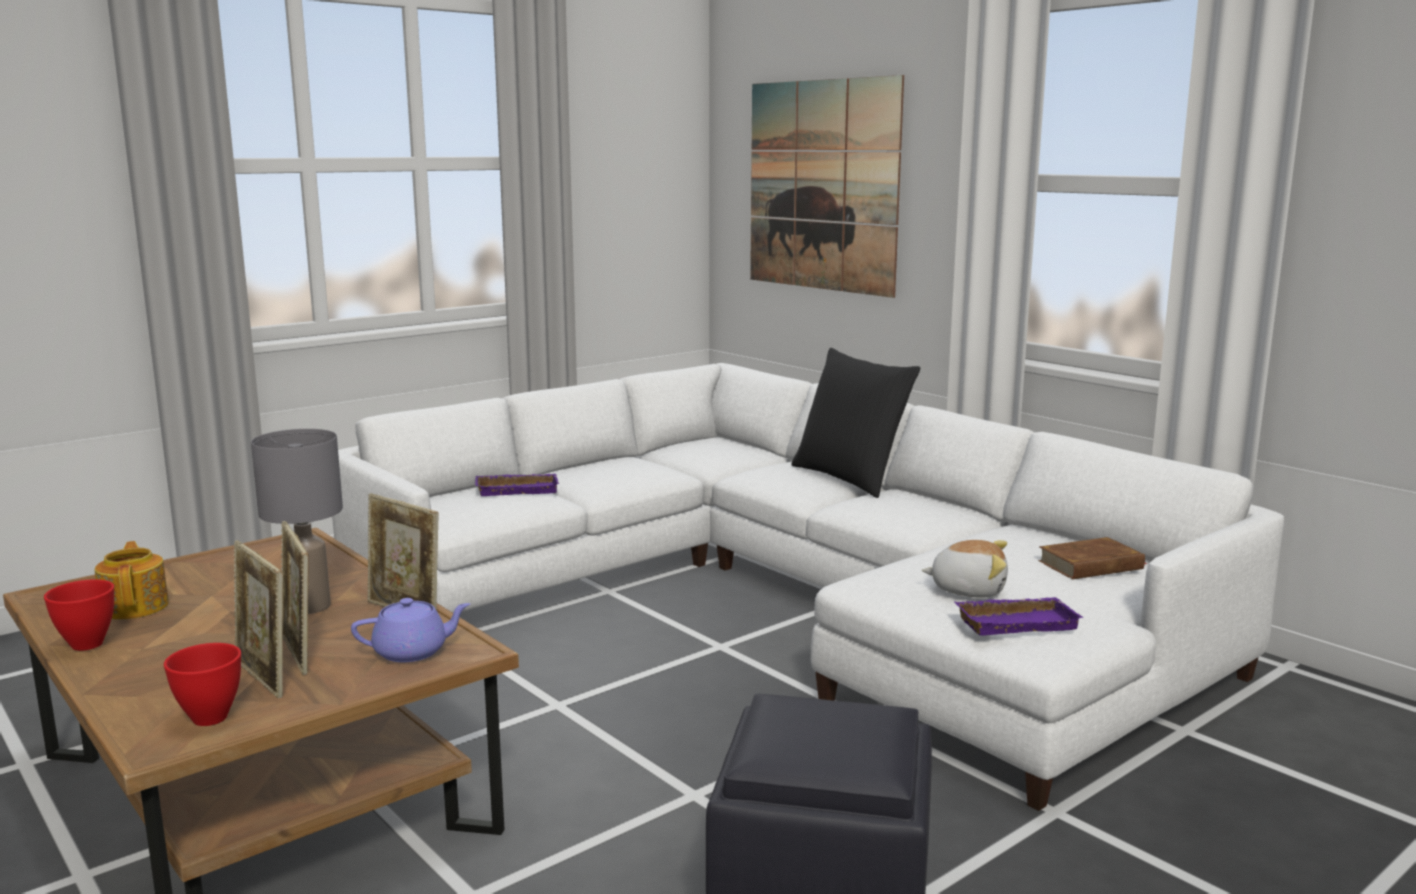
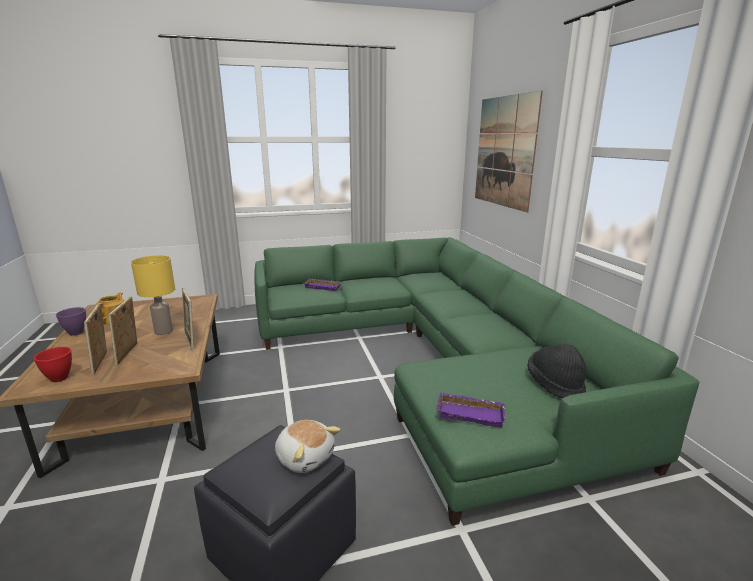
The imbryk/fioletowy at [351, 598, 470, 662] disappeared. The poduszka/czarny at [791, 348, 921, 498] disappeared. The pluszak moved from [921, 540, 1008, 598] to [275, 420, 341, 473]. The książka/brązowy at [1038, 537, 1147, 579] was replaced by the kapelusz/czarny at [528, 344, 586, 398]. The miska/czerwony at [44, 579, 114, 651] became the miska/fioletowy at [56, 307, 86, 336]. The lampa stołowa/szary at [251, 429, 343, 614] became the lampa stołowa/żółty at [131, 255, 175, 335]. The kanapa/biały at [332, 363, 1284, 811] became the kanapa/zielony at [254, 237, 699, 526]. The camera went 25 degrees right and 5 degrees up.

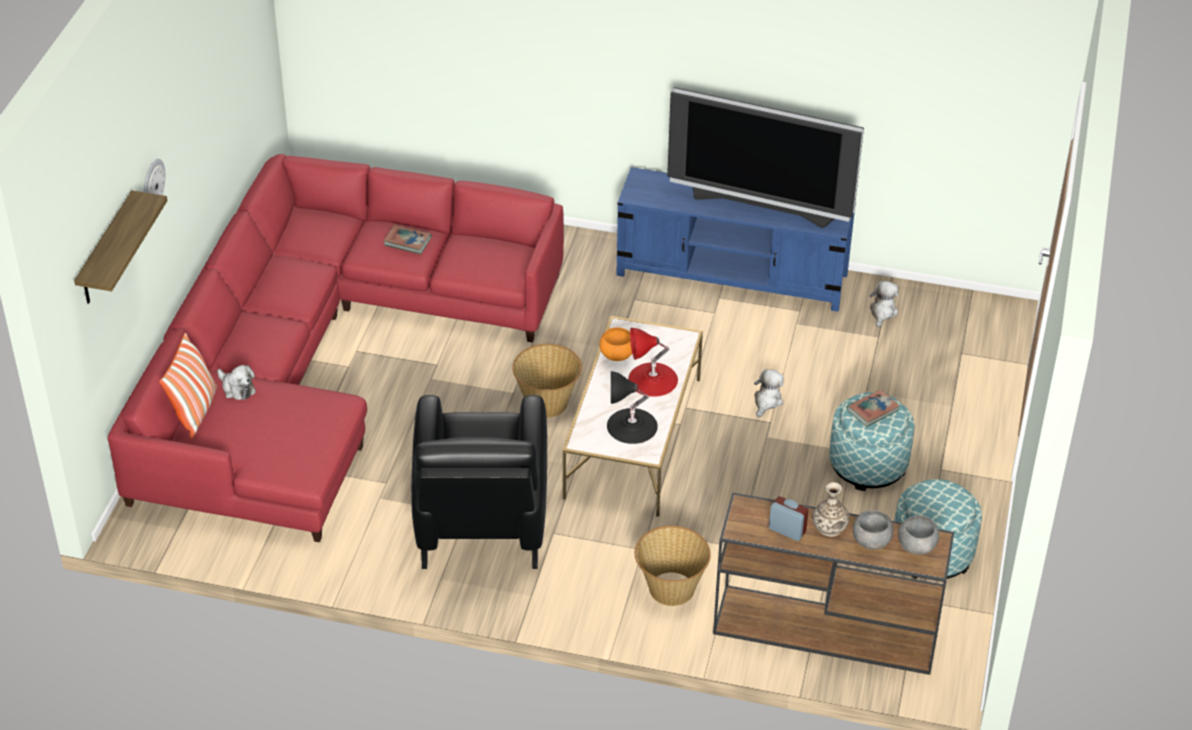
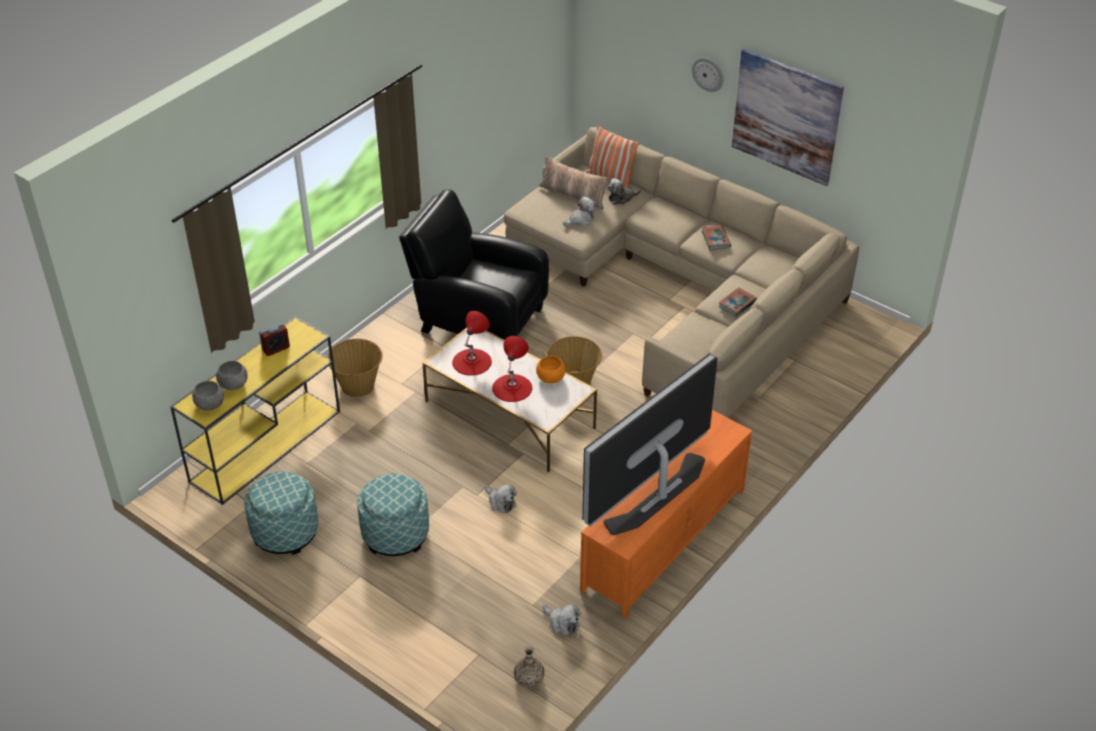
The półka at [74, 190, 168, 304] disappeared. The poduszka at [539, 156, 609, 210] appeared. The pluszak at [563, 196, 595, 227] appeared. The obraz at [732, 49, 844, 186] appeared. The wazon moved from [812, 482, 849, 537] to [514, 645, 545, 688]. The książka moved from [847, 389, 900, 427] to [701, 225, 731, 250]. The kanapa/czerwony at [108, 154, 564, 542] became the kanapa/beżowy at [504, 127, 859, 418]. The lampa stołowa/czarny at [607, 371, 658, 444] became the lampa stołowa/czerwony at [452, 311, 492, 376]. The szafka pod telewizor/niebieski at [616, 167, 856, 312] became the szafka pod telewizor/pomarańczowy at [580, 410, 752, 619]. The stolik konsolowy/brązowy at [713, 492, 954, 675] became the stolik konsolowy/żółty at [170, 317, 340, 505]. The camera went 115 degrees right and 0 degrees up.

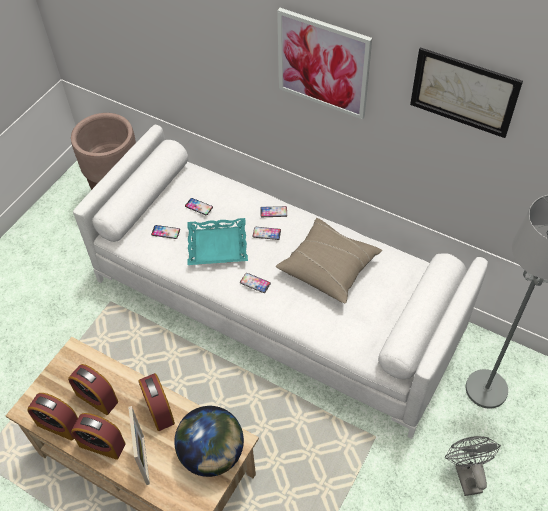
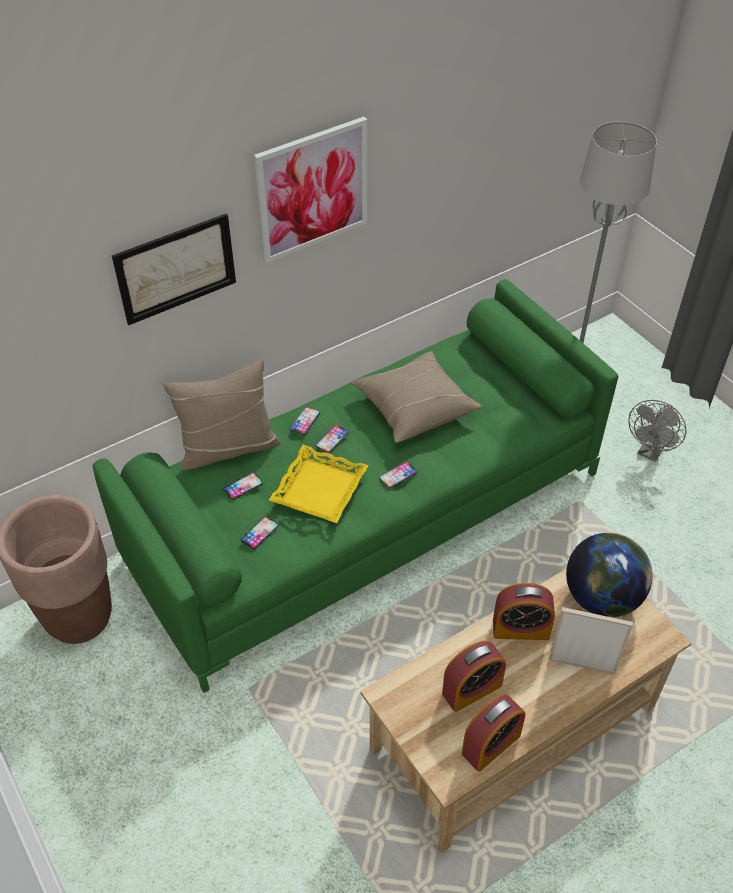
The budzik at [71, 413, 125, 460] disappeared. The poduszka/beżowy at [163, 360, 281, 471] appeared. The obraz moved from [410, 47, 523, 138] to [112, 213, 236, 325]. The kanapa/biały at [73, 125, 488, 439] became the kanapa/zielony at [93, 279, 618, 693]. The taca/turkusowy at [187, 218, 248, 265] became the taca/żółty at [269, 445, 369, 523]. The wentylator/szary at [445, 436, 501, 496] turned 75 degrees counterclockwise. The camera went 65 degrees left and 5 degrees down.

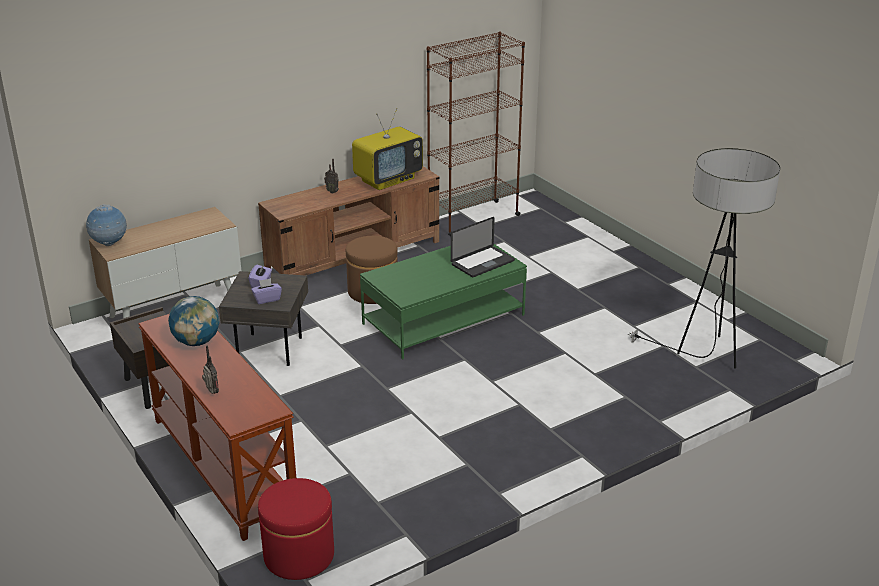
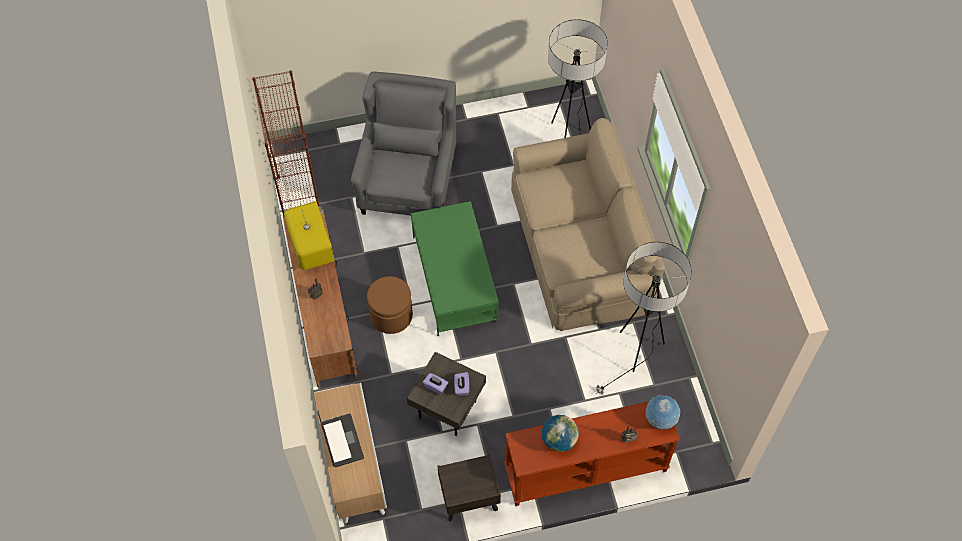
The pufa/czerwony at [258, 478, 334, 580] disappeared. The fotel/szary at [351, 71, 456, 216] appeared. The kanapa/beżowy at [511, 118, 665, 331] appeared. The lampa stojąca at [595, 242, 692, 395] appeared. The globus moved from [86, 204, 127, 246] to [645, 395, 680, 430]. The laptop moved from [451, 217, 515, 277] to [318, 411, 364, 467]. The camera went 70 degrees left and 30 degrees up.

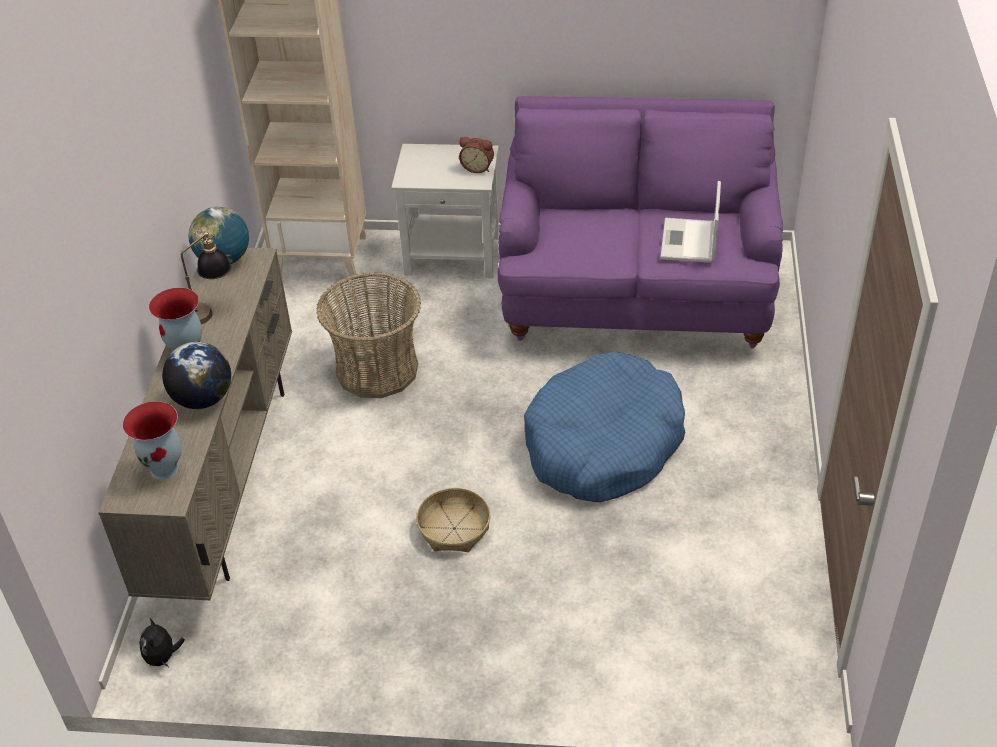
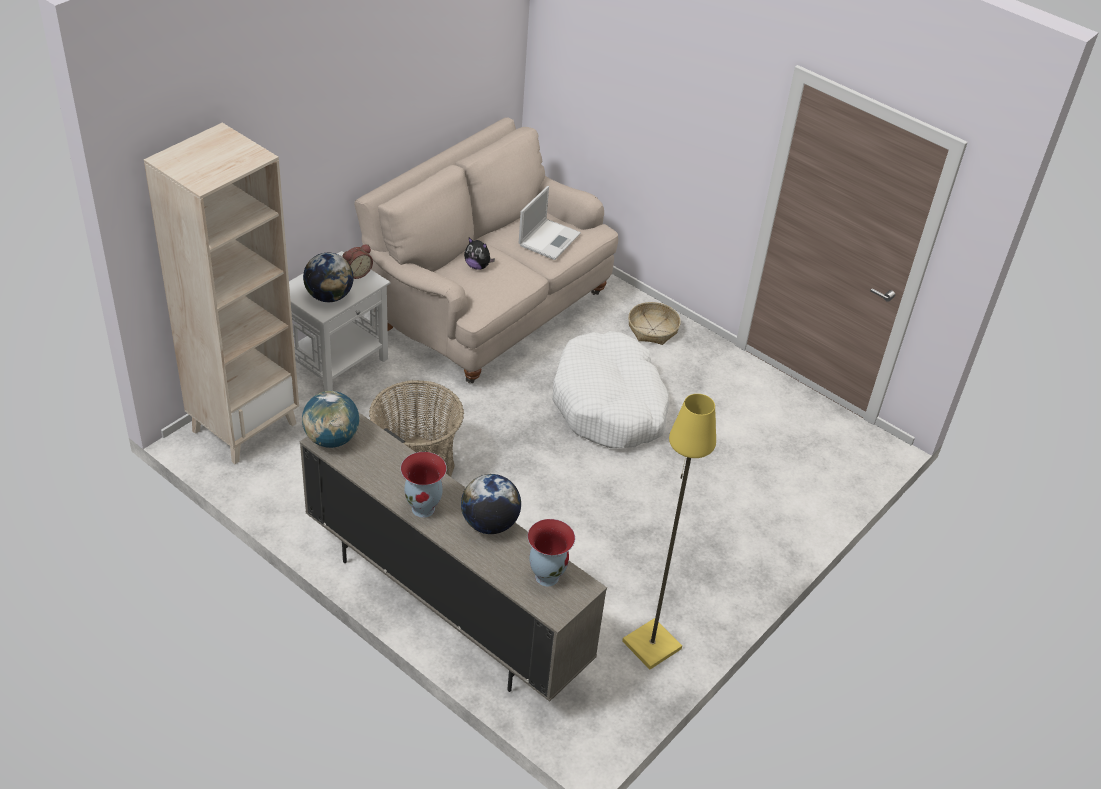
The lampa stołowa at [181, 231, 231, 325] disappeared. The globus at [303, 253, 354, 302] appeared. The lampa stojąca/żółty at [622, 394, 716, 669] appeared. The pluszak moved from [139, 618, 185, 667] to [464, 238, 495, 270]. The koszyk moved from [416, 488, 490, 552] to [628, 302, 681, 345]. The kanapa/fioletowy at [498, 96, 783, 348] became the kanapa/beżowy at [354, 118, 618, 383]. The legowisko/niebieski at [524, 352, 685, 503] became the legowisko/biały at [552, 331, 669, 448]. The laptop at [661, 181, 721, 263] turned 105 degrees counterclockwise. The camera went 60 degrees left and 0 degrees up.

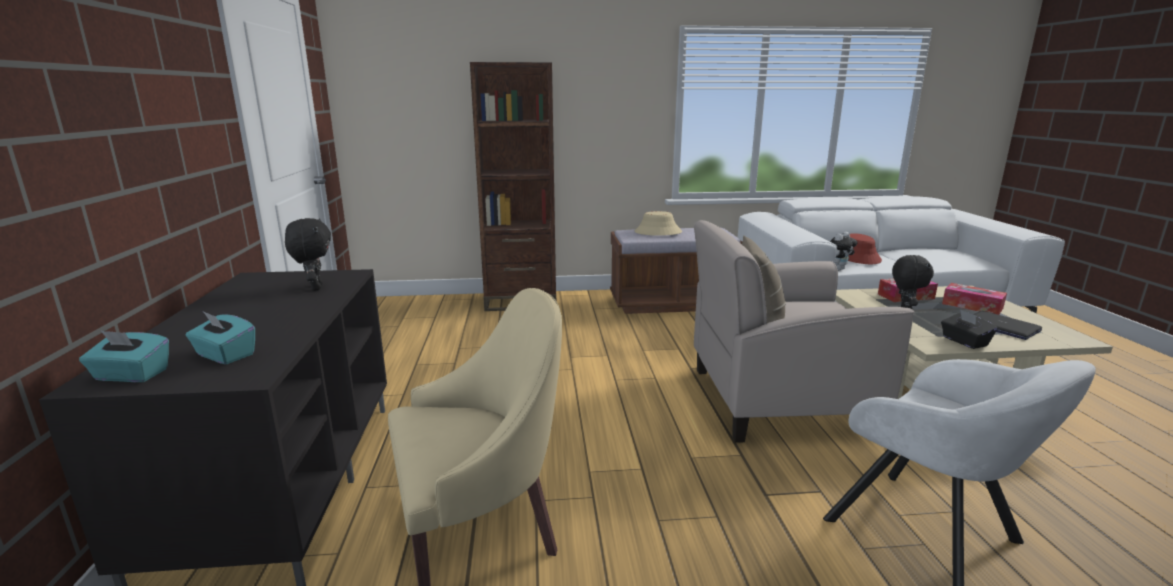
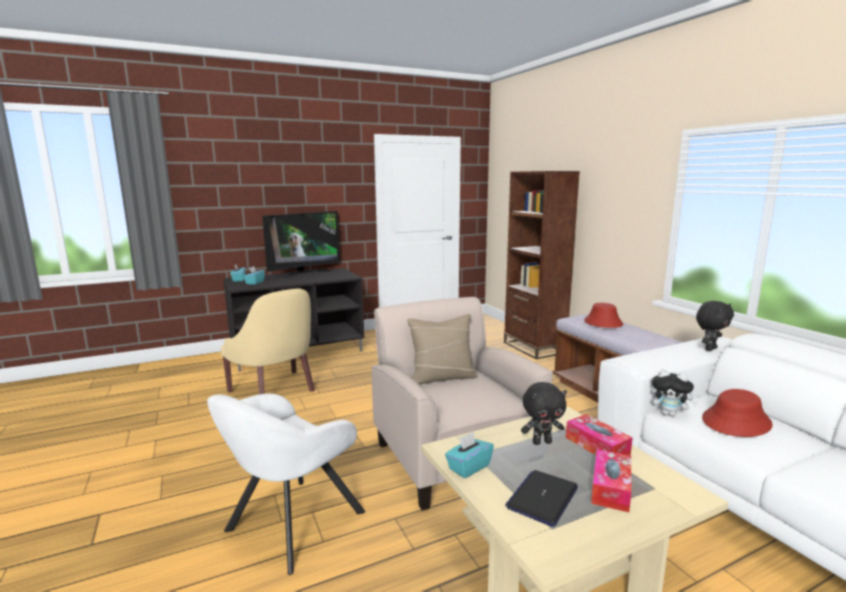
The telewizor at [262, 211, 340, 279] appeared. The pluszak/czarny moved from [285, 218, 331, 291] to [696, 301, 734, 351]. The kapelusz/beżowy at [634, 211, 682, 236] became the kapelusz/czerwony at [584, 303, 623, 328]. The pudełko chusteczek/czarny at [941, 309, 997, 349] became the pudełko chusteczek/turkusowy at [445, 432, 494, 478]. The camera went 70 degrees right and 5 degrees down.

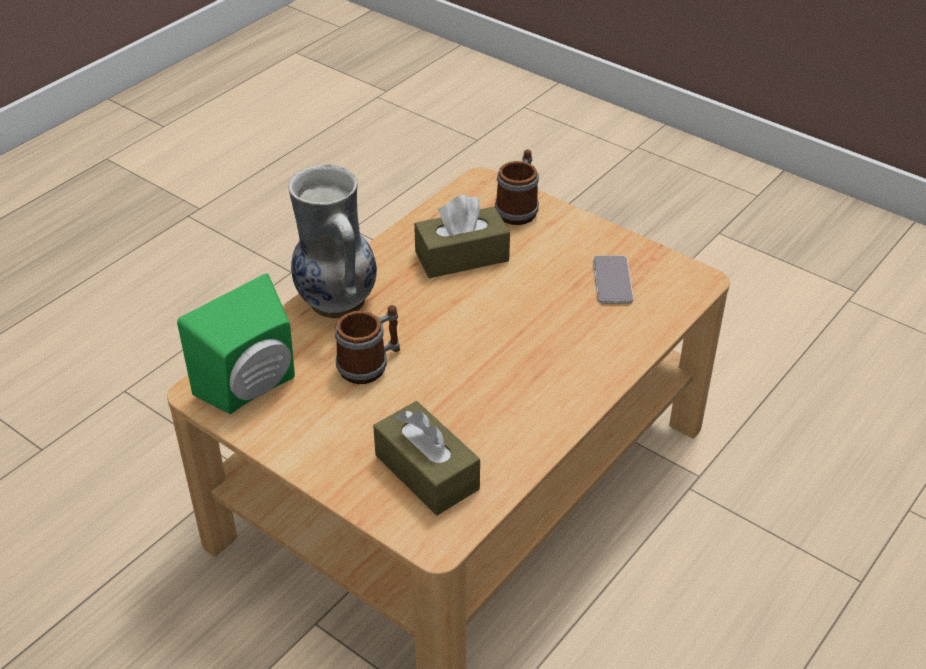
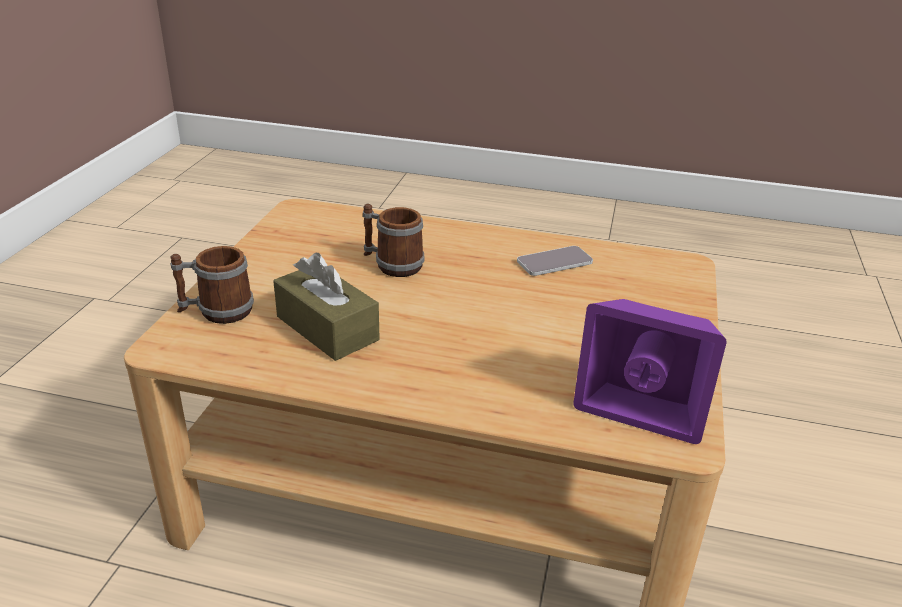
The wazon at [288, 165, 377, 318] disappeared. The pudełko chusteczek/brązowy at [373, 401, 480, 515] disappeared. The kubek moved from [335, 305, 400, 384] to [363, 204, 424, 277]. The telefon moved from [593, 255, 633, 303] to [517, 246, 593, 276]. The głośnik/zielony at [177, 273, 295, 414] became the głośnik/fioletowy at [573, 299, 727, 444]. The camera went 115 degrees left and 10 degrees down.

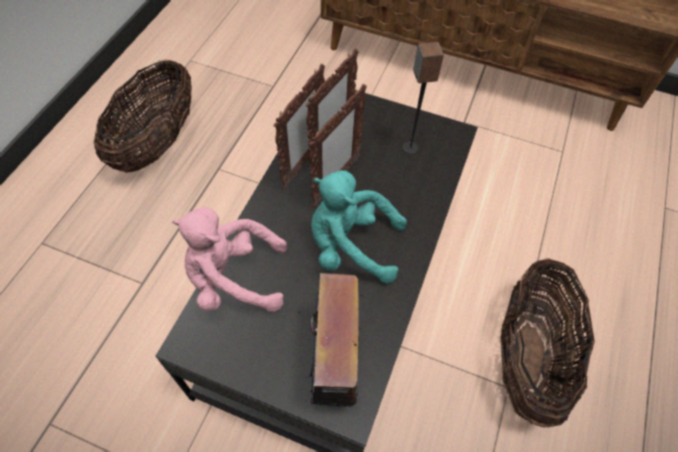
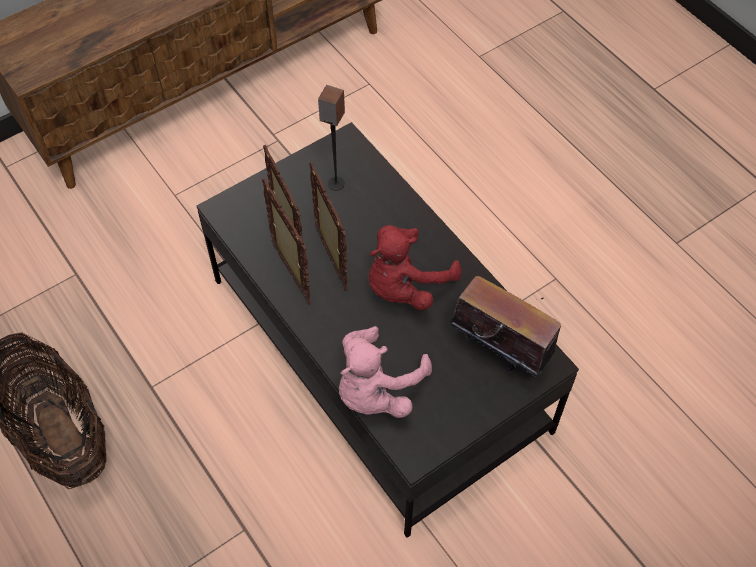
The koszyk at [500, 258, 595, 428] disappeared. The pluszak/turkusowy at [311, 170, 407, 283] became the pluszak/czerwony at [369, 225, 462, 310]. The camera went 55 degrees left and 0 degrees up.

